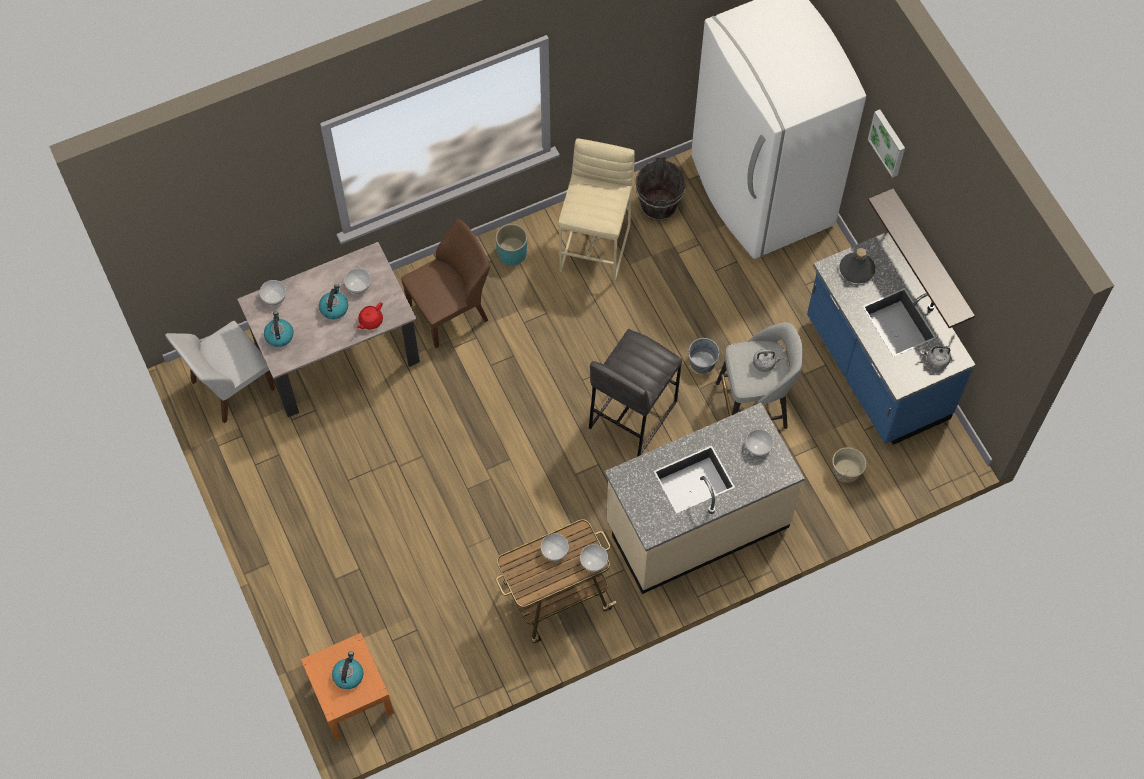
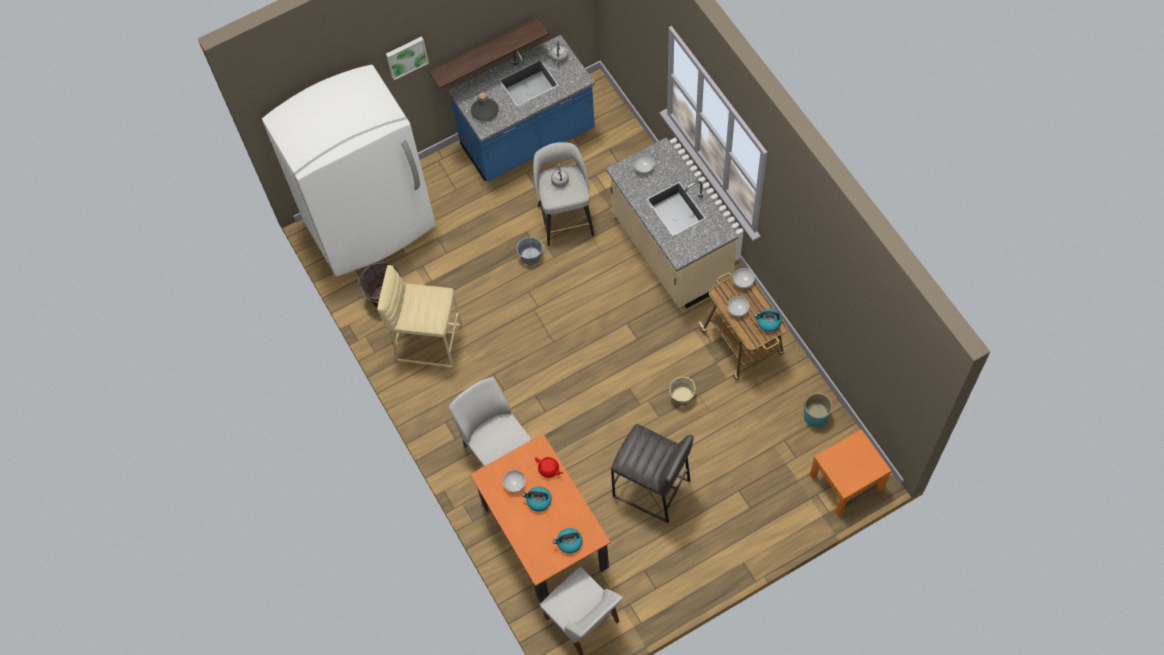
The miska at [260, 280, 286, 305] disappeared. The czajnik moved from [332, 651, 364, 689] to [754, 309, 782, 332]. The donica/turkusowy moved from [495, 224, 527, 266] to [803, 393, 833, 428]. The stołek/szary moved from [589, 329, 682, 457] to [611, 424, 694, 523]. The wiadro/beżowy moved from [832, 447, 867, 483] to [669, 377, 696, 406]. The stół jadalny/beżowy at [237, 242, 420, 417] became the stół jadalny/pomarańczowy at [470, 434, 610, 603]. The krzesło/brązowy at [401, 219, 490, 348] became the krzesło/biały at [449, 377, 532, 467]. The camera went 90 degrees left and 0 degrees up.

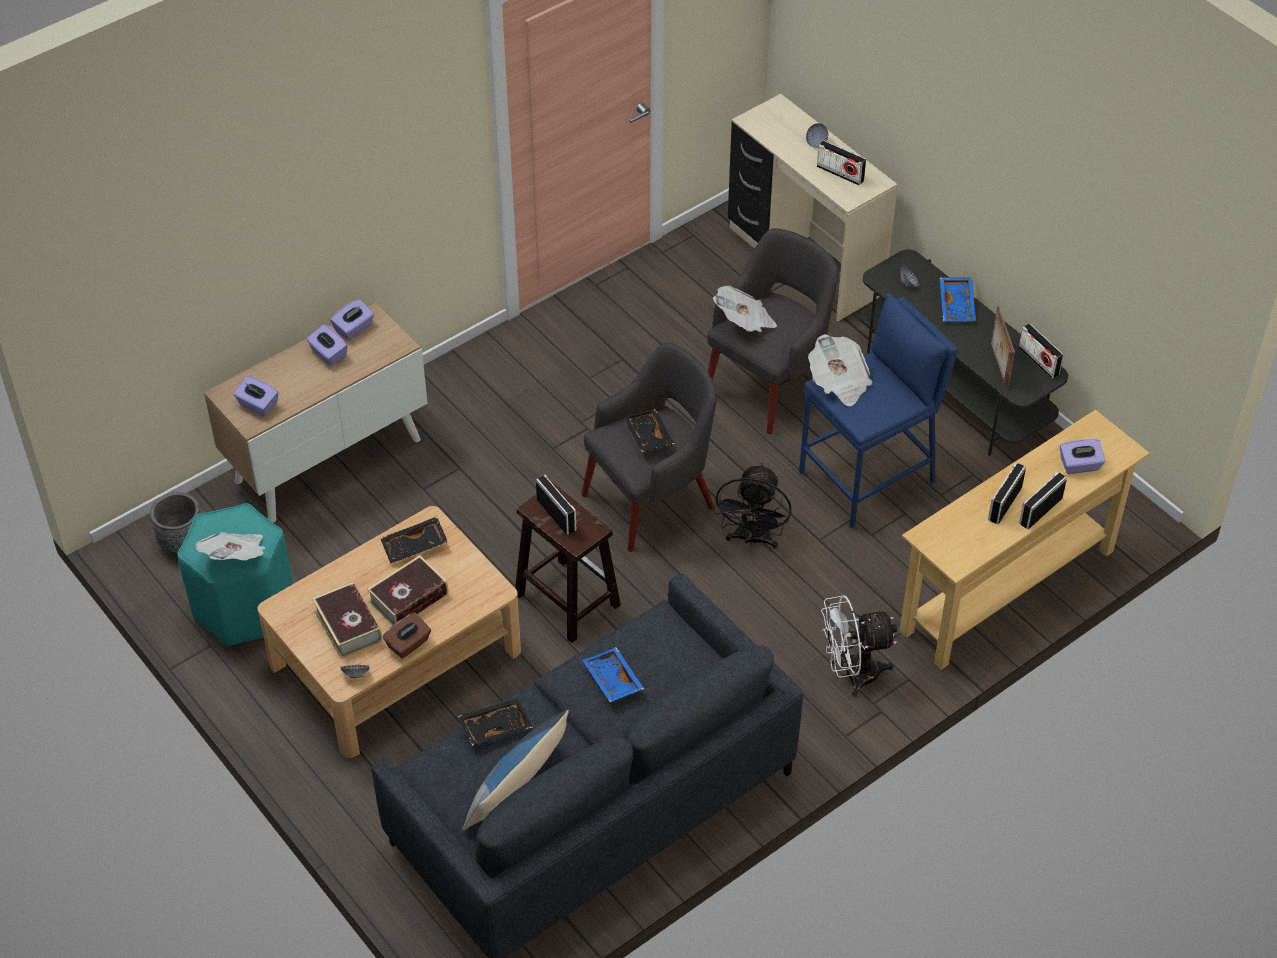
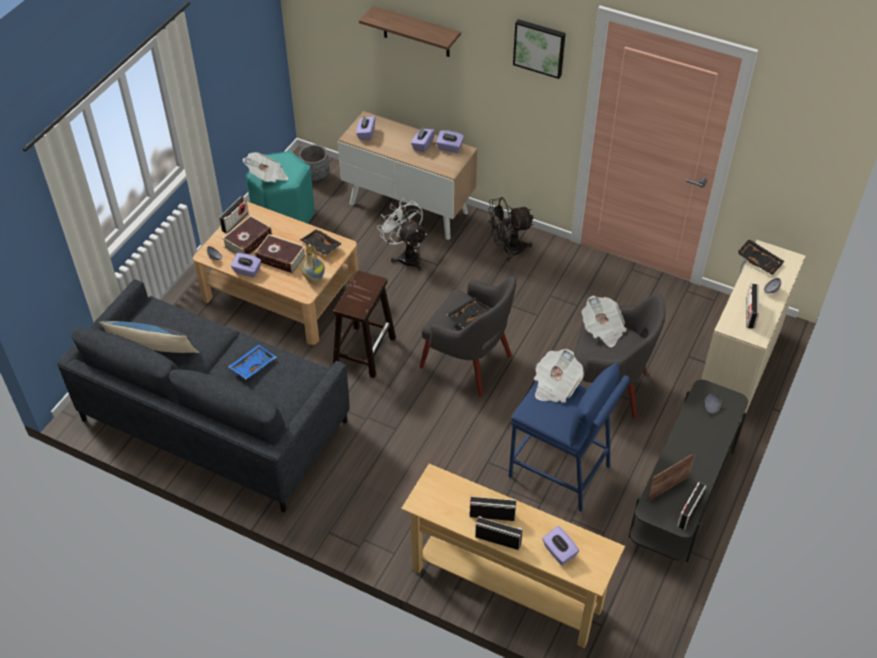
The taca/niebieski at [940, 277, 976, 322] disappeared. The wazon at [301, 244, 325, 283] appeared. The półka at [359, 6, 461, 57] appeared. The obraz at [513, 19, 566, 79] appeared. The taca/czarny moved from [457, 698, 533, 746] to [737, 239, 785, 275]. The radio moved from [536, 475, 576, 535] to [219, 196, 249, 234]. The wentylator/czarny moved from [713, 463, 791, 549] to [488, 197, 534, 262]. The wentylator/biały moved from [821, 595, 897, 697] to [377, 198, 427, 271]. The pudełko chusteczek/brązowy at [383, 612, 431, 659] became the pudełko chusteczek/fioletowy at [231, 253, 261, 277]. The camera went 65 degrees right and 0 degrees up.

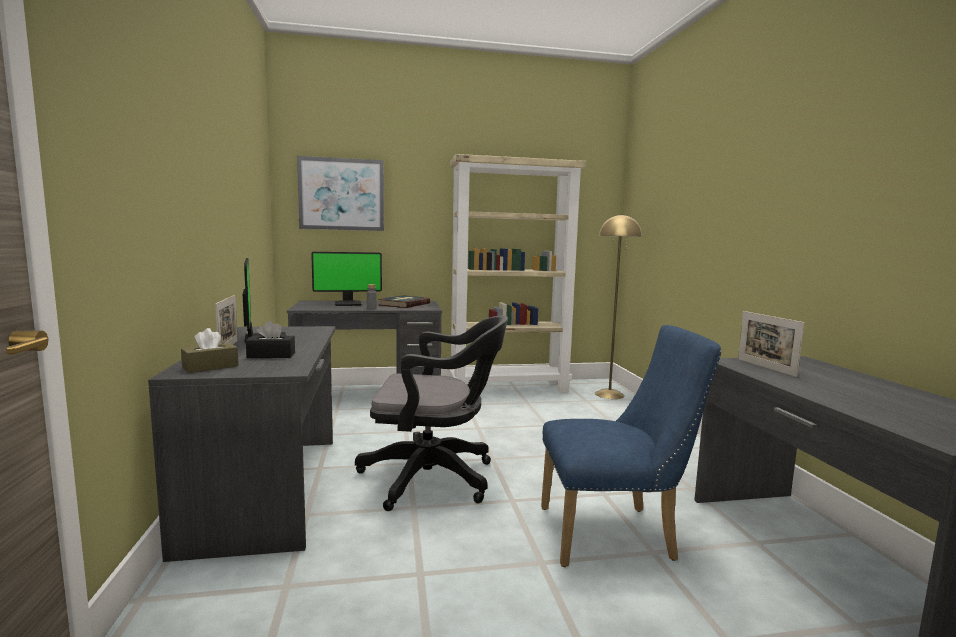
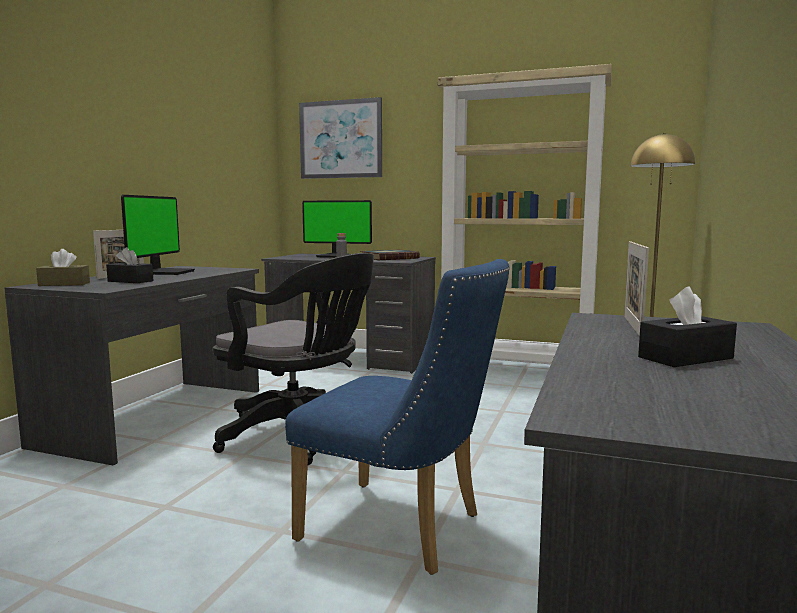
The pudełko chusteczek/czarny at [638, 286, 737, 367] appeared. The camera went 30 degrees right and 0 degrees up.

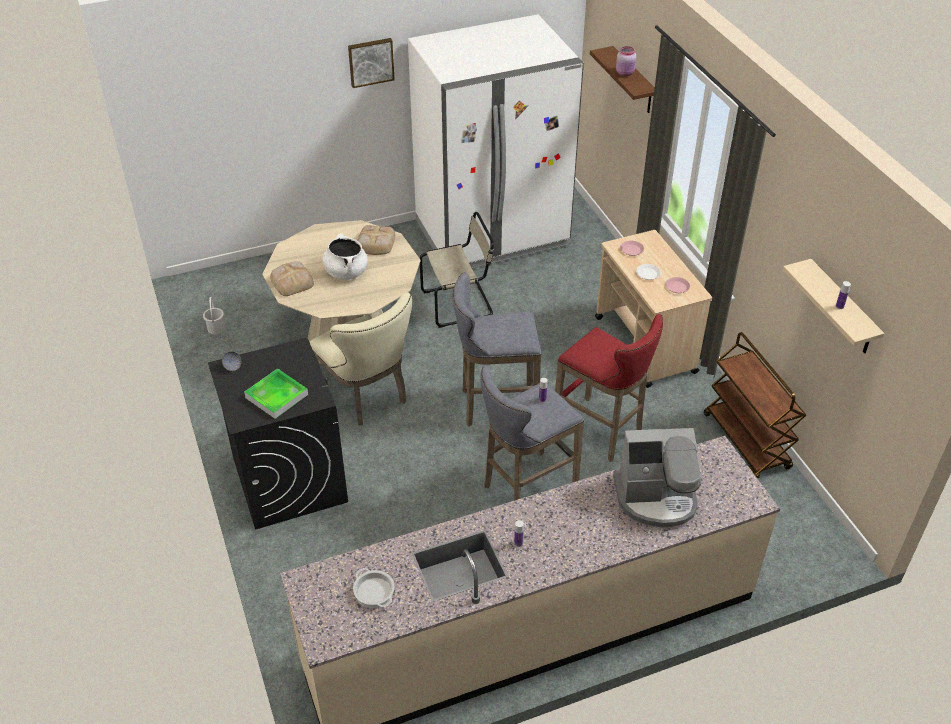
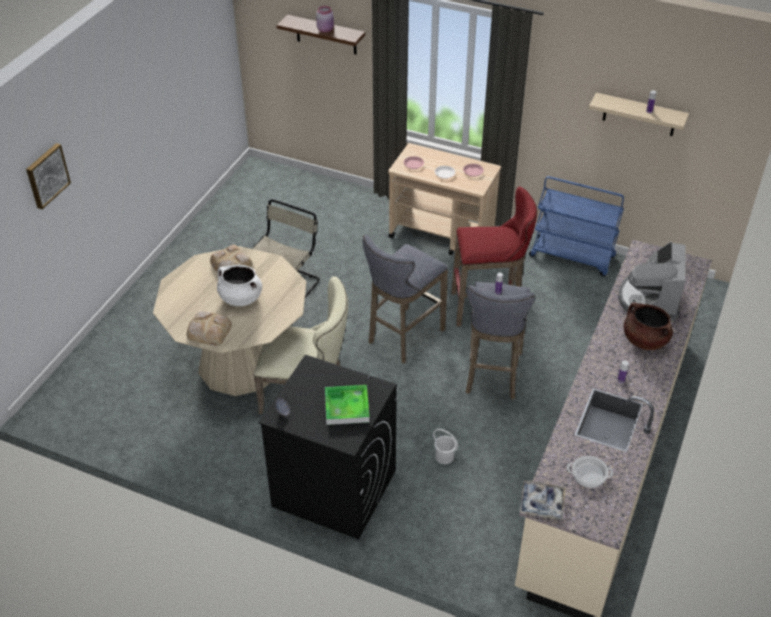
The lodówka/biały at [408, 14, 584, 269] disappeared. The taca at [519, 480, 566, 520] appeared. The garnek/brązowy at [624, 303, 673, 350] appeared. The wiadro/biały moved from [203, 297, 225, 334] to [433, 429, 458, 464]. The obraz moved from [348, 38, 395, 88] to [26, 143, 71, 209]. The wózek/brązowy at [704, 332, 806, 479] became the wózek/niebieski at [529, 176, 624, 276]. The ekspres do kawy at [613, 428, 701, 528] turned 150 degrees clockwise. The camera went 45 degrees left and 0 degrees up.

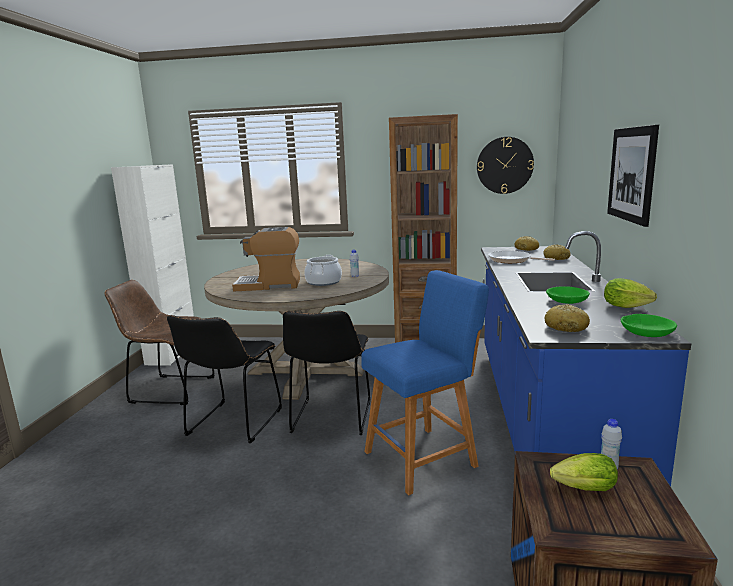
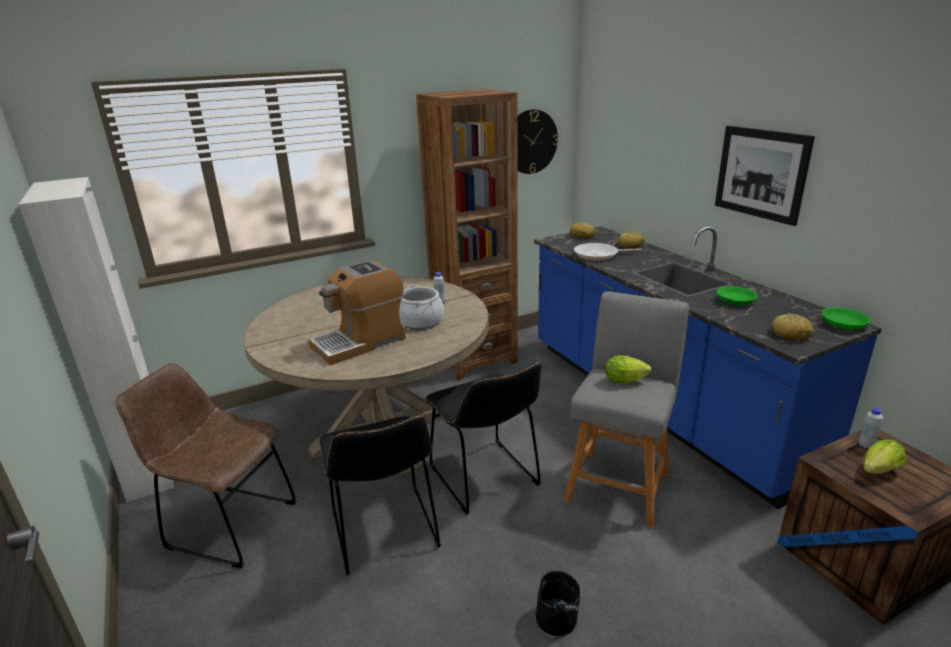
The wiadro/czarny at [536, 571, 581, 636] appeared. The sałata moved from [604, 278, 657, 308] to [605, 355, 651, 383]. The stołek/niebieski at [362, 270, 489, 495] became the stołek/szary at [564, 291, 689, 528]. The krzesło/brązowy at [104, 280, 215, 405] turned 45 degrees clockwise. The camera went 35 degrees left and 10 degrees up.

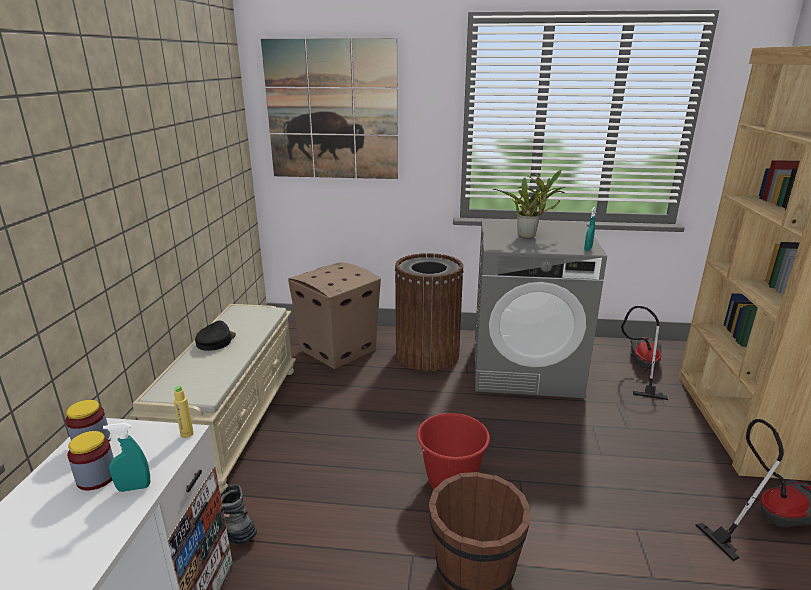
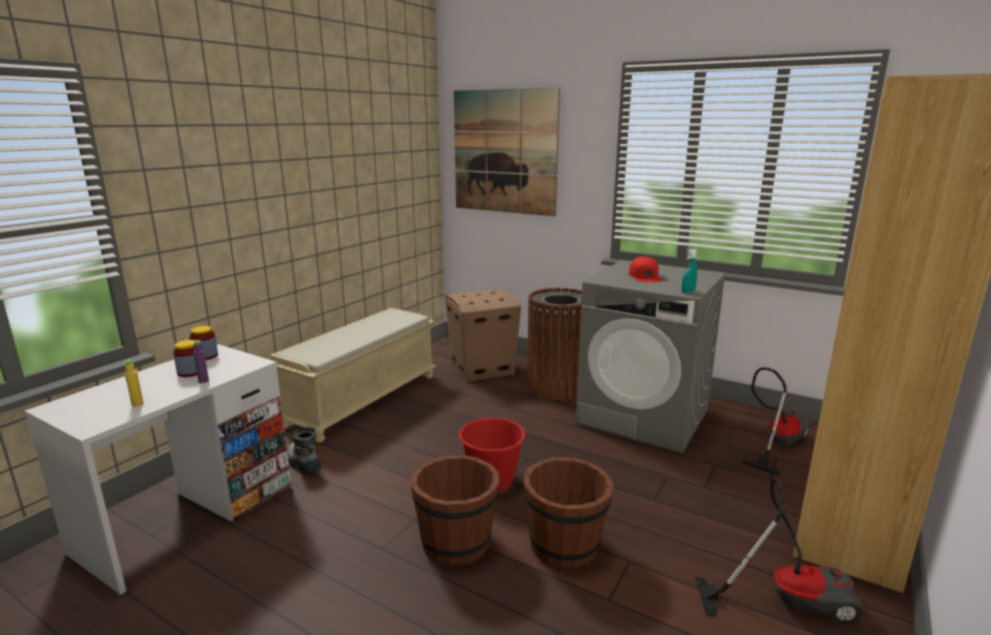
The czapka z daszkiem/czarny at [195, 321, 236, 351] disappeared. The wiadro/brązowy at [524, 457, 614, 568] appeared. The butelka/żółty moved from [174, 386, 194, 438] to [123, 360, 143, 407]. The spryskiwacz/turkusowy at [103, 423, 150, 492] was replaced by the butelka/fioletowy at [193, 340, 209, 383]. The roślina doniczkowa at [492, 170, 565, 239] was replaced by the czapka z daszkiem/czerwony at [629, 256, 663, 282]. The camera went 25 degrees right and 5 degrees down.

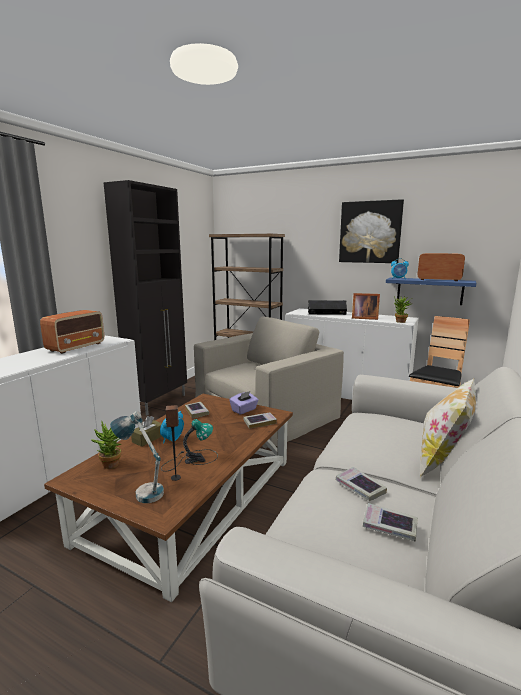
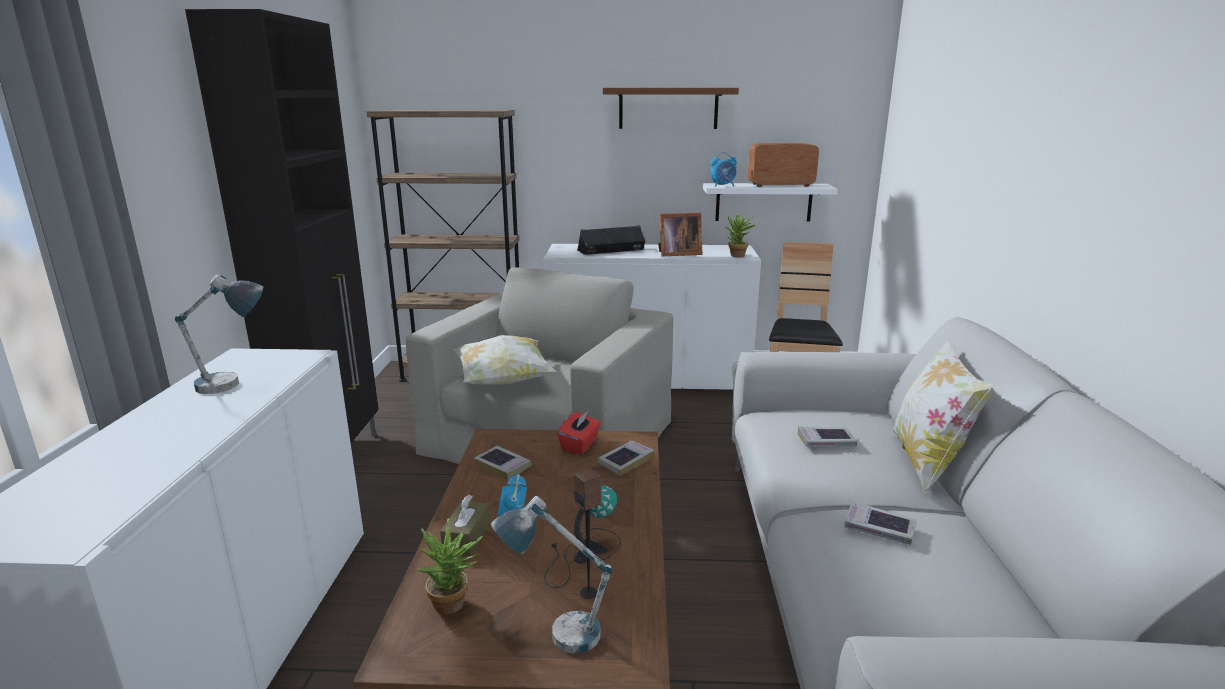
The poduszka at [453, 335, 557, 385] appeared. The książka moved from [363, 503, 418, 542] to [798, 426, 857, 447]. The radio at [40, 310, 104, 354] was replaced by the lampa stołowa at [175, 275, 263, 394]. The obraz at [339, 199, 404, 263] was replaced by the półka/brązowy at [603, 88, 739, 129]. The pudełko chusteczek/fioletowy at [229, 391, 259, 415] became the pudełko chusteczek/czerwony at [557, 411, 601, 454]. The półka/niebieski at [386, 278, 476, 305] became the półka/biały at [703, 183, 838, 222]. The camera went 25 degrees left and 5 degrees up.

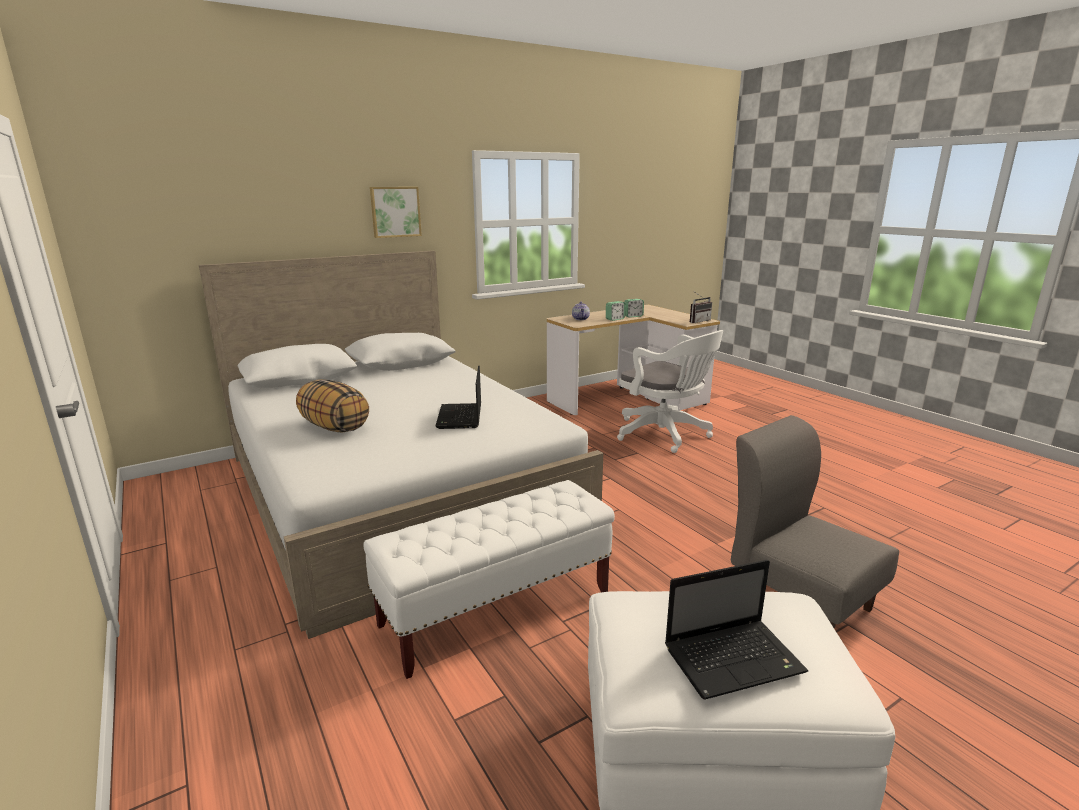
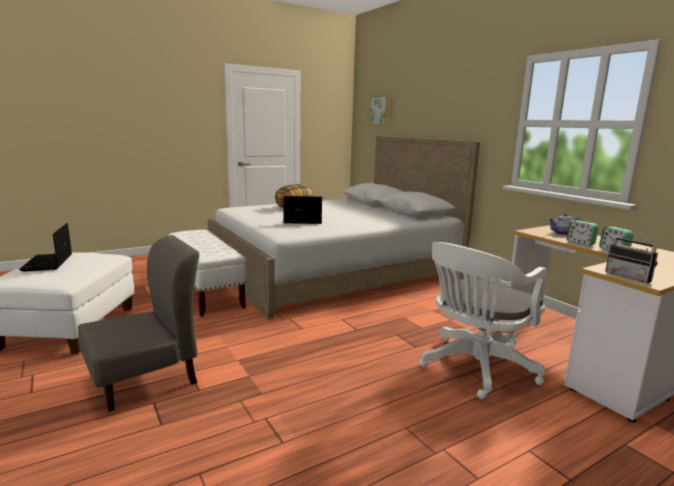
The obraz moved from [370, 187, 422, 238] to [369, 95, 390, 125]. The camera went 90 degrees right and 5 degrees down.

